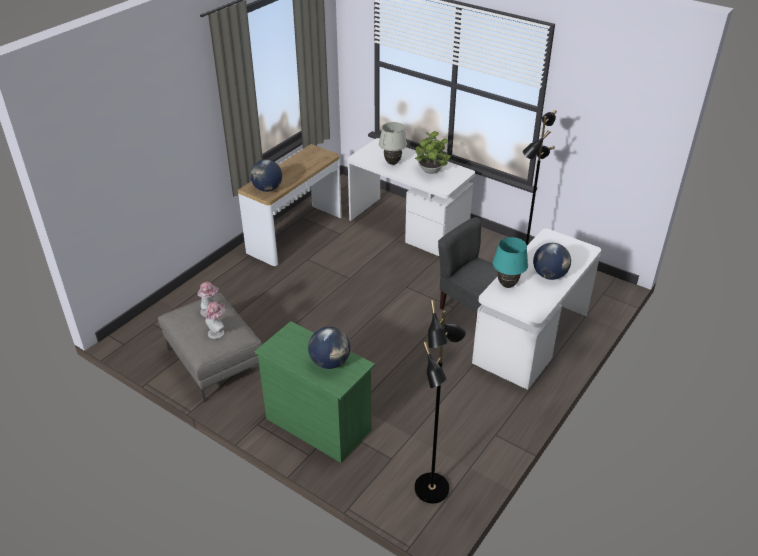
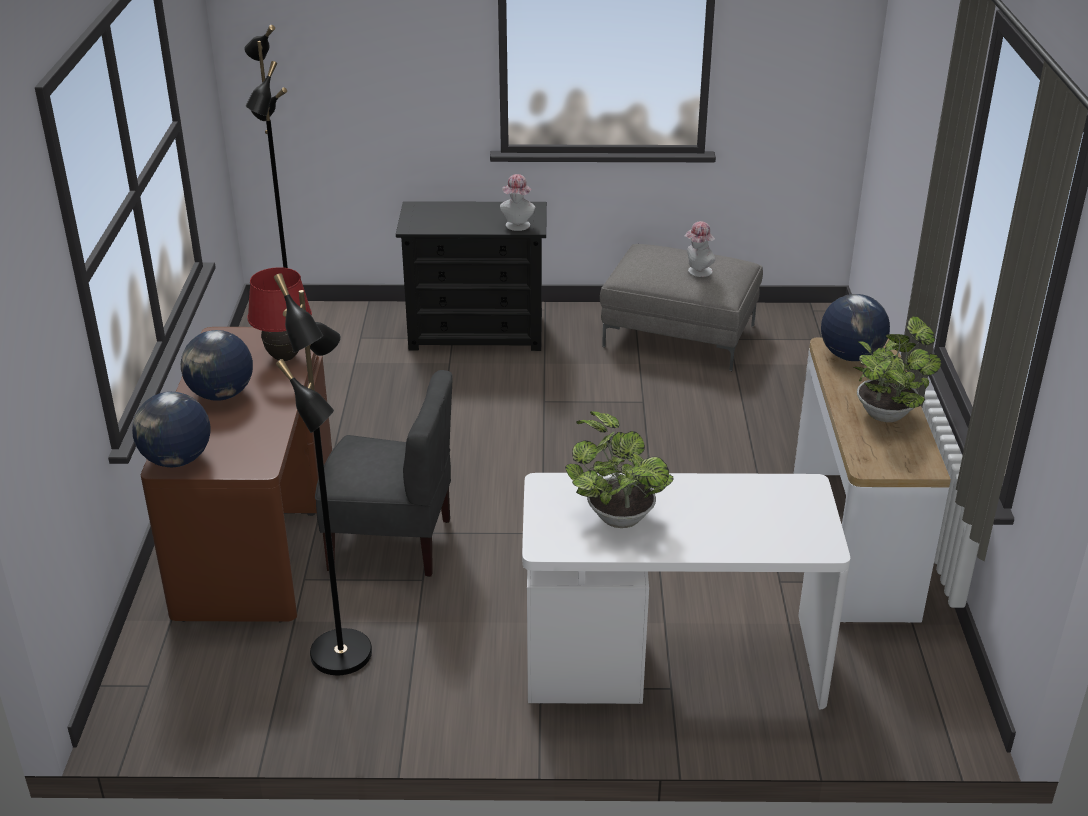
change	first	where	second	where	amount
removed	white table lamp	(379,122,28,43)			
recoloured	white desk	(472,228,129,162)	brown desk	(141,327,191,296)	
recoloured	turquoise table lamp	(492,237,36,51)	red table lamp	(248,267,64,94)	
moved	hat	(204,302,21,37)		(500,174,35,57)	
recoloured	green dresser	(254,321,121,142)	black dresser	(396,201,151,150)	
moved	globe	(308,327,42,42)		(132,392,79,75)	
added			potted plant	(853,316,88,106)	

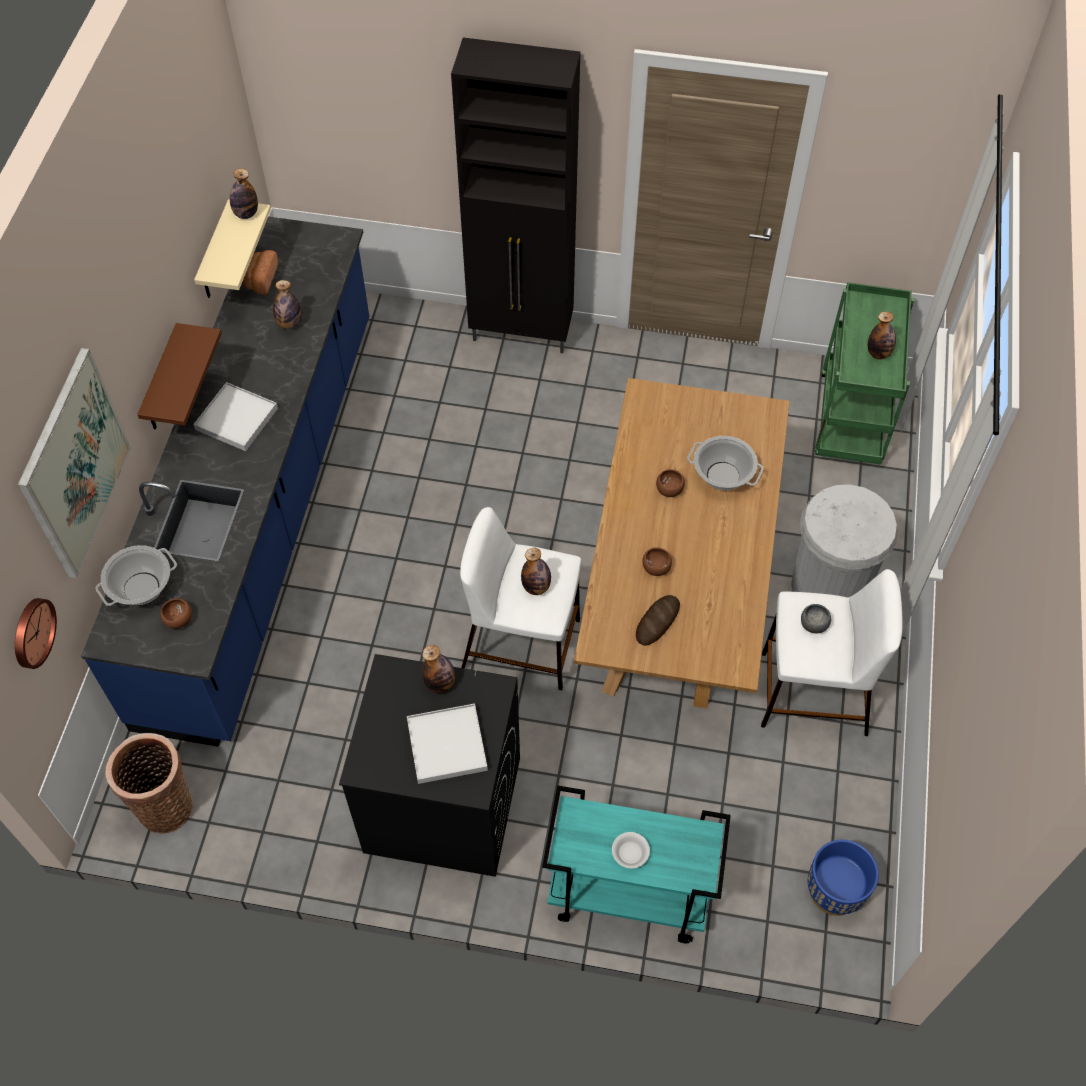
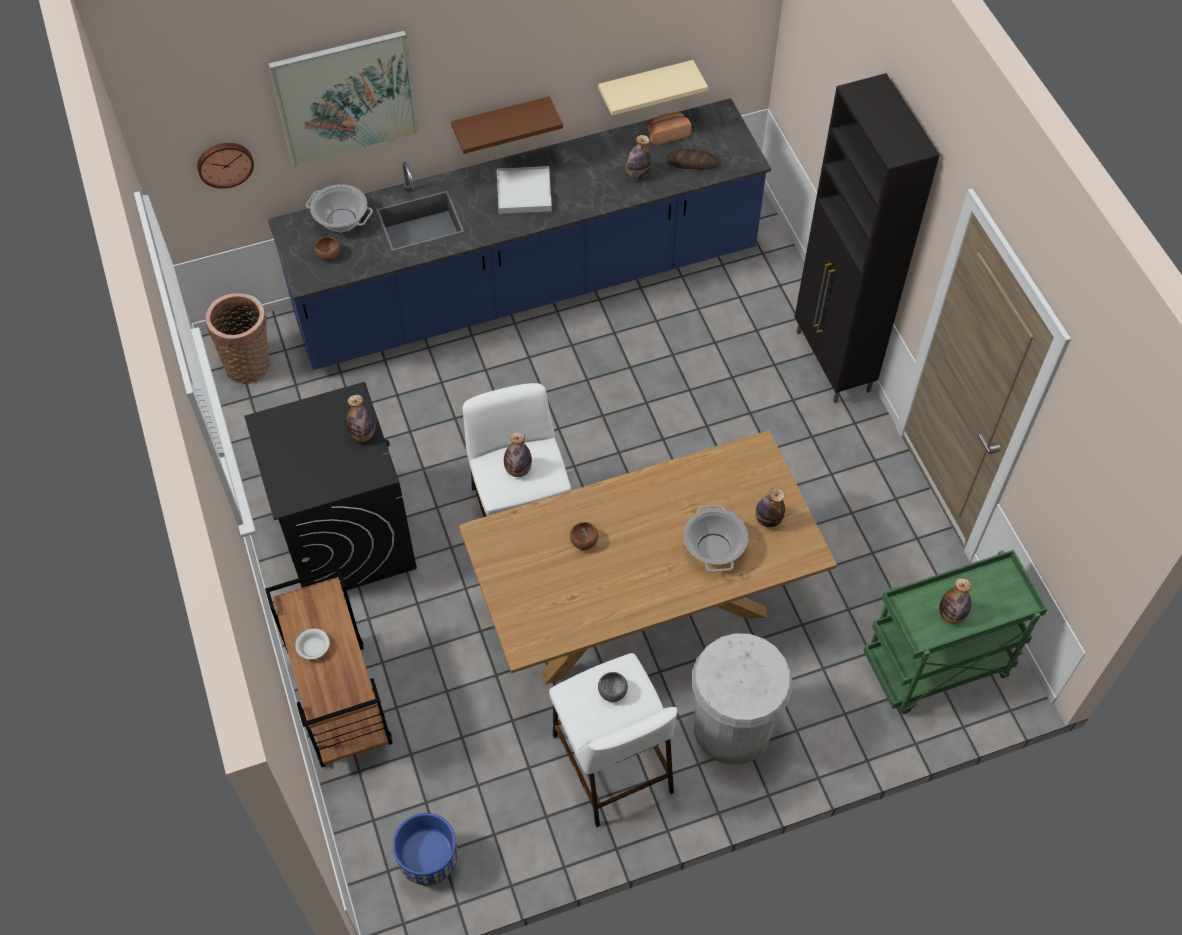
change	first	where	second	where	amount
moved	bottle	(230,168,28,51)		(756,487,29,41)	
removed	brown bowl	(656,469,29,28)			
moved	bread	(636,595,44,51)		(666,149,53,21)	
removed	white tray	(407,704,81,80)			
recoloured	turquoise cart	(542,786,189,157)	brown cart	(265,566,128,201)	

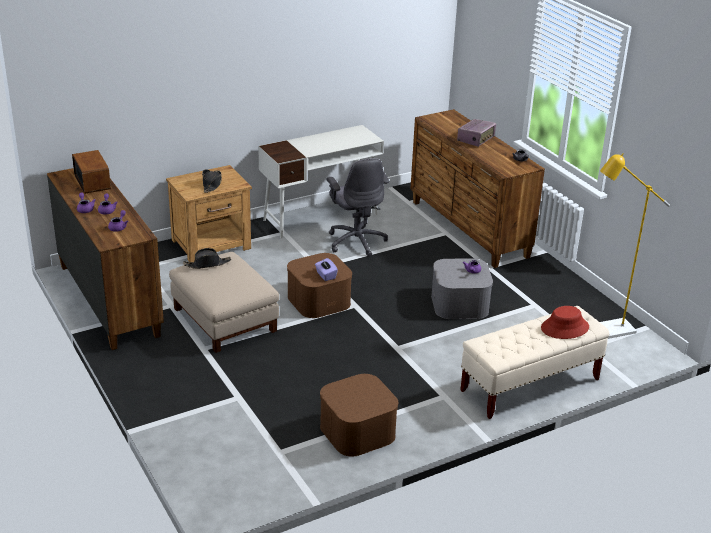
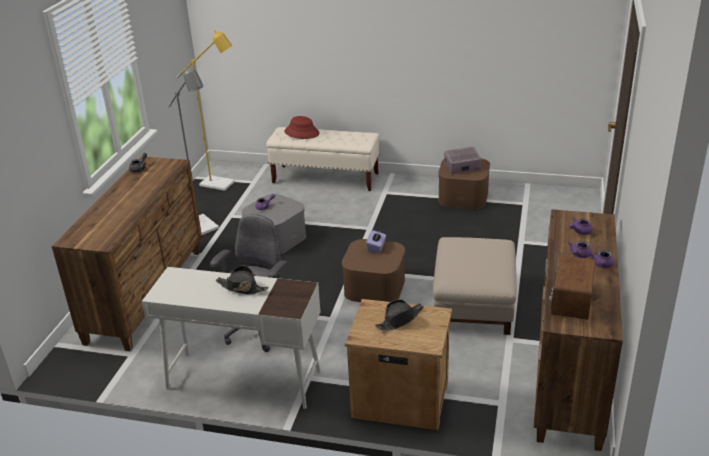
change	first	where	second	where	amount
moved	radio	(457,119,39,28)		(444,147,37,27)	
moved	black hat	(183,248,48,21)		(216,265,52,30)	
added			grey floor lamp	(168,66,51,169)	

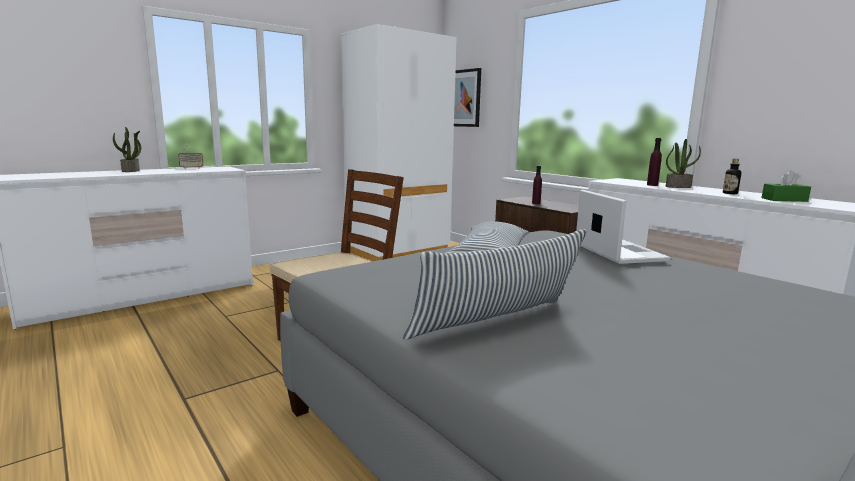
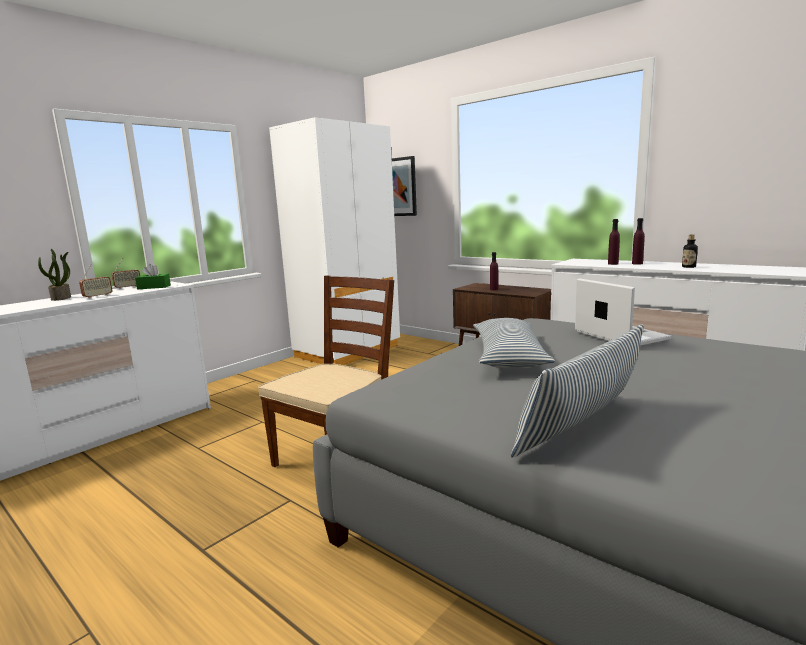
change	first	where	second	where	amount
replaced	potted plant	(666,139,35,49)	purple bottle	(632,218,13,47)	
moved	green tissue box	(762,170,49,32)		(135,264,36,25)	
added			radio	(79,264,34,35)	

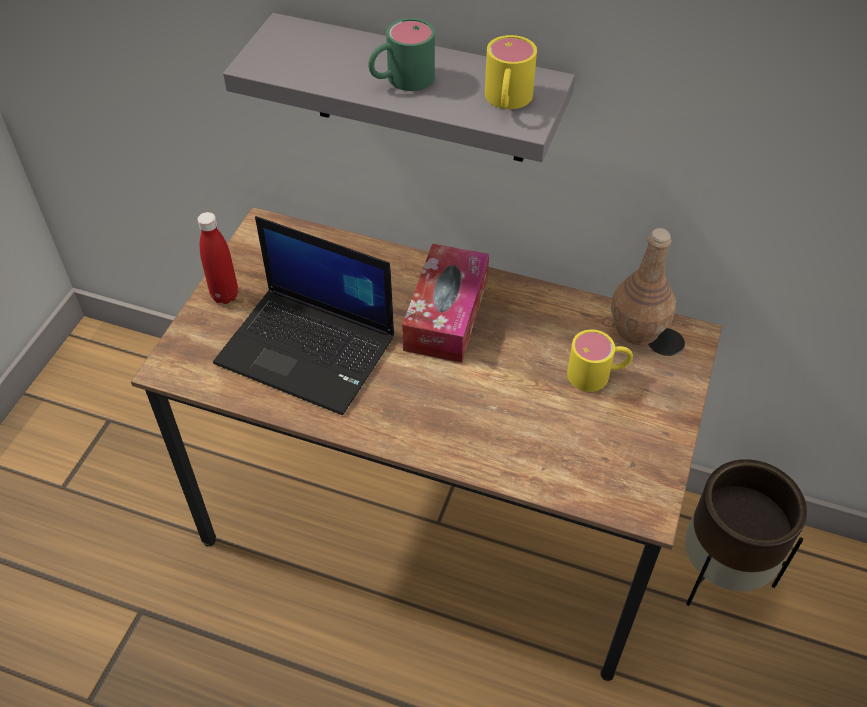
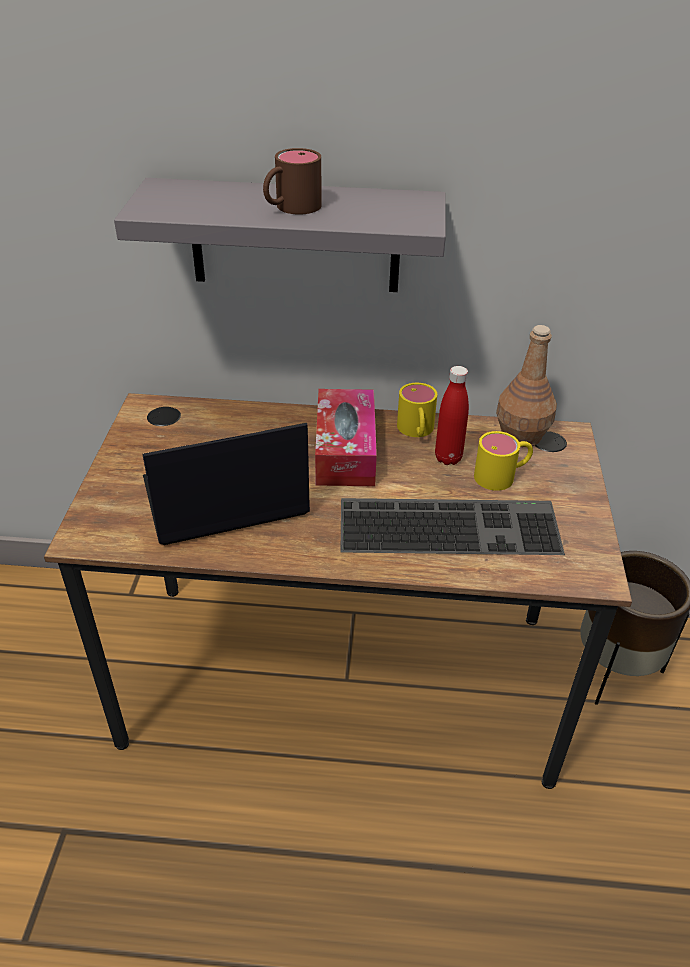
change	first	where	second	where	amount
recoloured	green mug	(368,18,67,73)	brown mug	(263,148,59,67)	
moved	yellow mug	(485,35,52,74)		(397,383,40,54)	
moved	red bottle	(197,212,41,92)		(435,366,34,99)	
turned	laptop	(213,216,181,199)		(142,423,168,122)	150 degrees clockwise
added			keyboard	(340,498,225,57)	

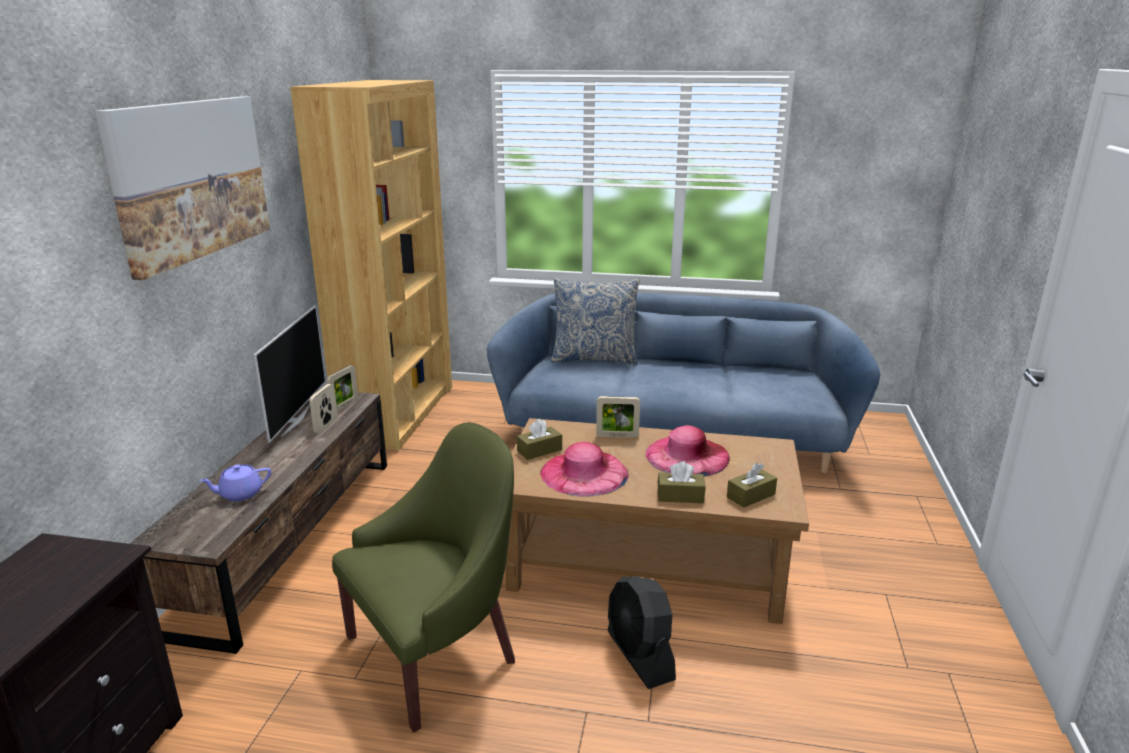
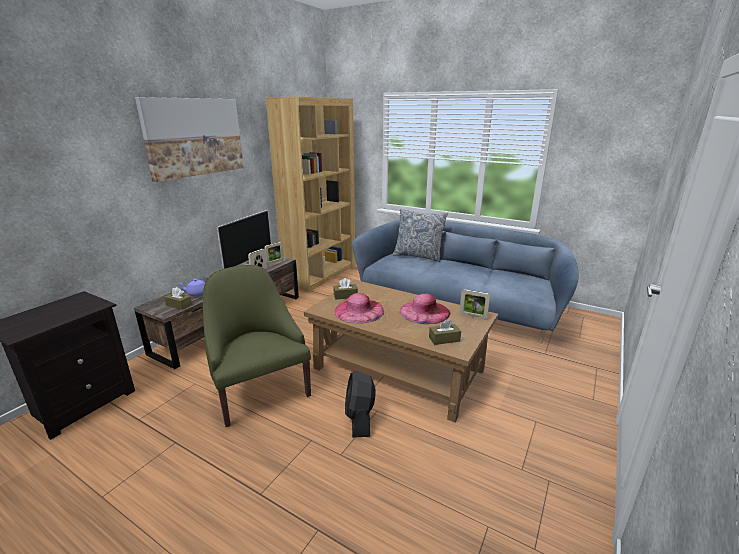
change	first	where	second	where	amount
moved	picture frame	(596,396,44,42)		(460,289,30,30)	
turned	green armchair	(332,422,183,310)		(203,265,108,162)	105 degrees counterclockwise
moved	brown tissue box	(658,461,47,42)		(164,287,28,23)	

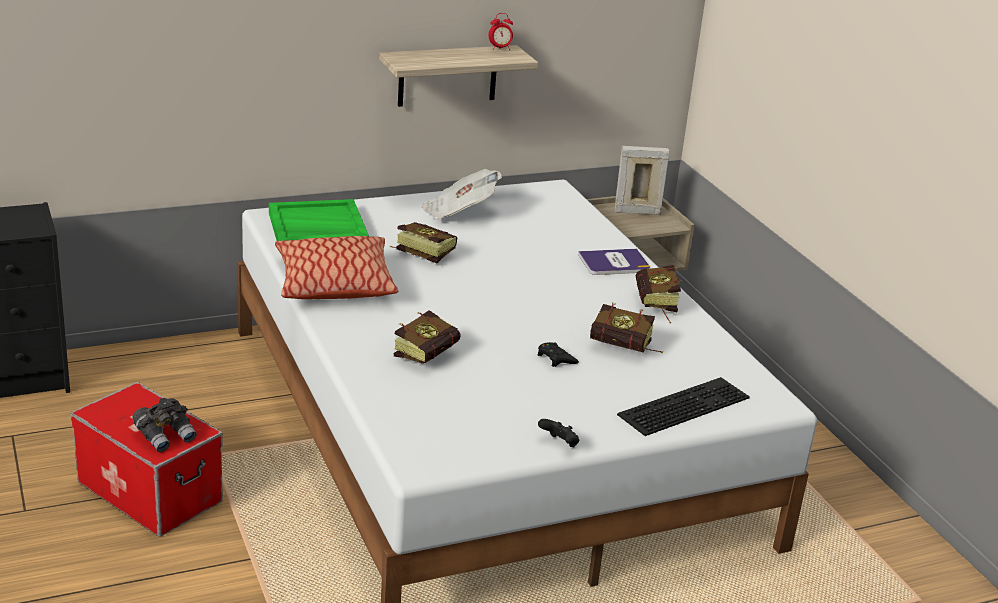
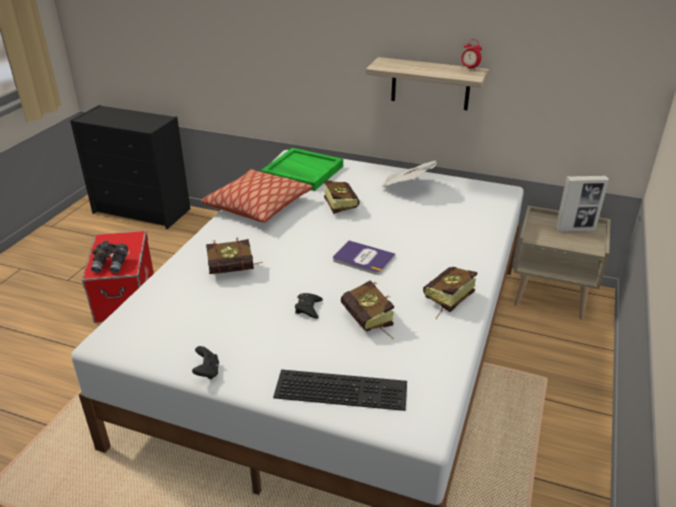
change	first	where	second	where	amount
turned	picture frame	(615,146,54,69)		(555,176,54,56)	135 degrees clockwise
moved	book	(578,249,72,26)		(333,240,63,35)	

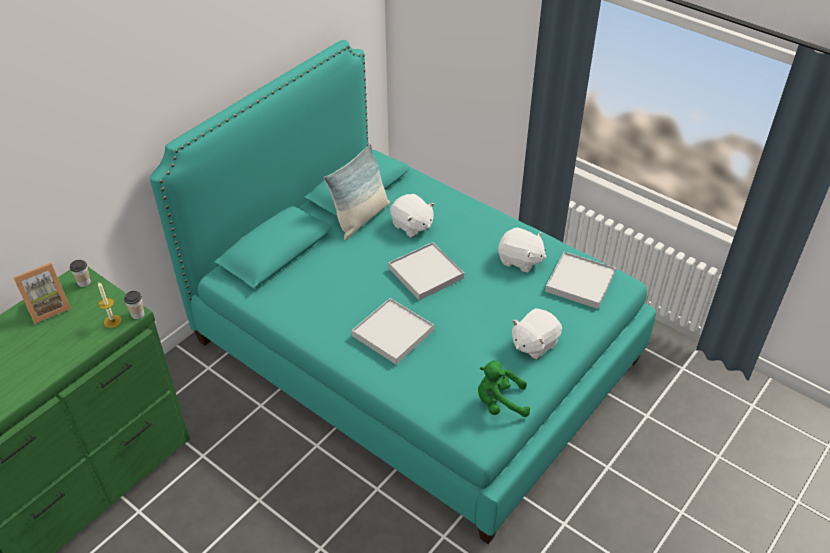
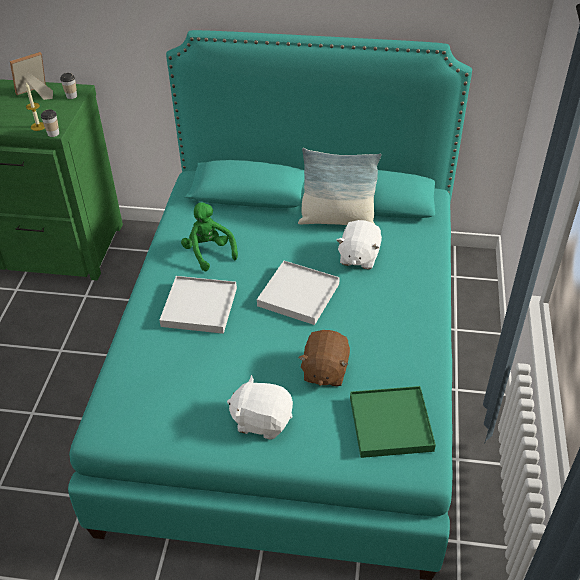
change	first	where	second	where	amount
removed	white plush toy	(498,227,49,45)			
recoloured	white tray	(545,252,71,57)	green tray	(350,386,86,72)	
turned	picture frame	(13,263,58,61)		(10,52,43,48)	120 degrees clockwise
moved	green plush toy	(478,360,52,57)		(181,202,57,69)	
added			brown plush toy	(298,330,52,57)	

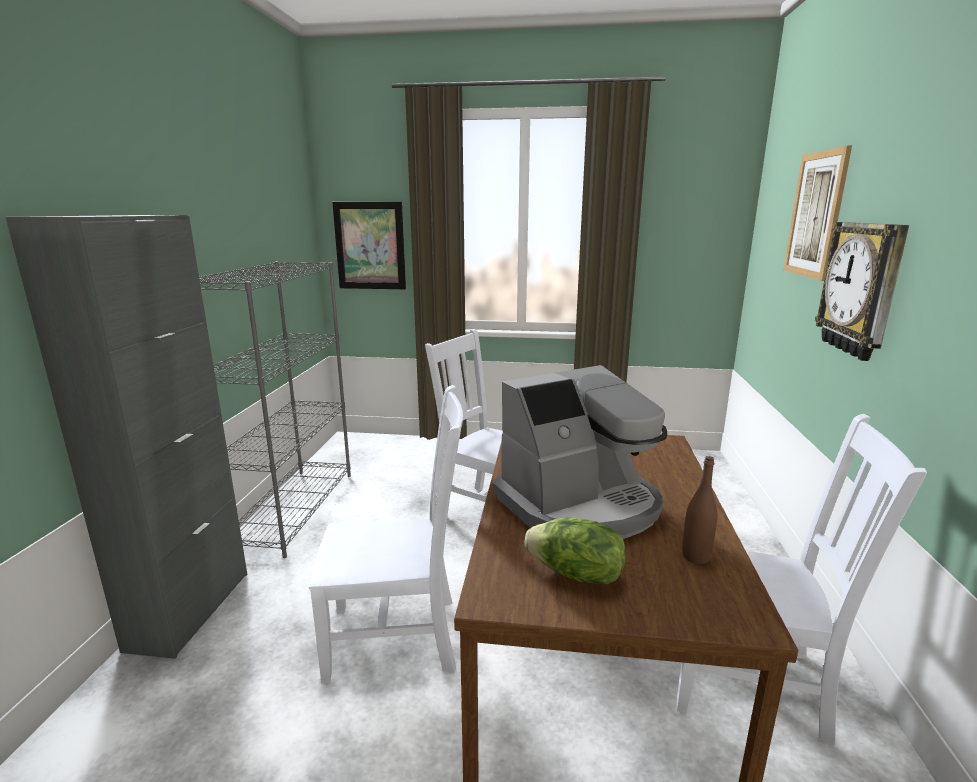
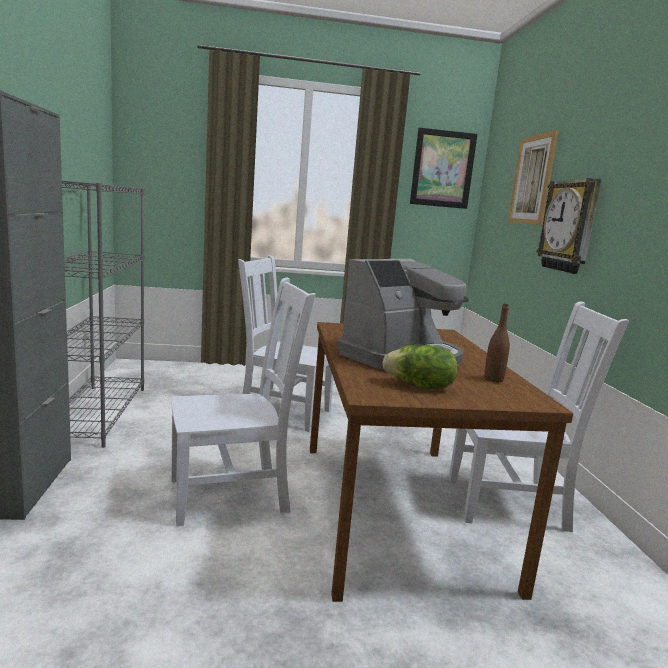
change	first	where	second	where	amount
moved	picture	(332,202,74,87)		(410,128,67,81)	

